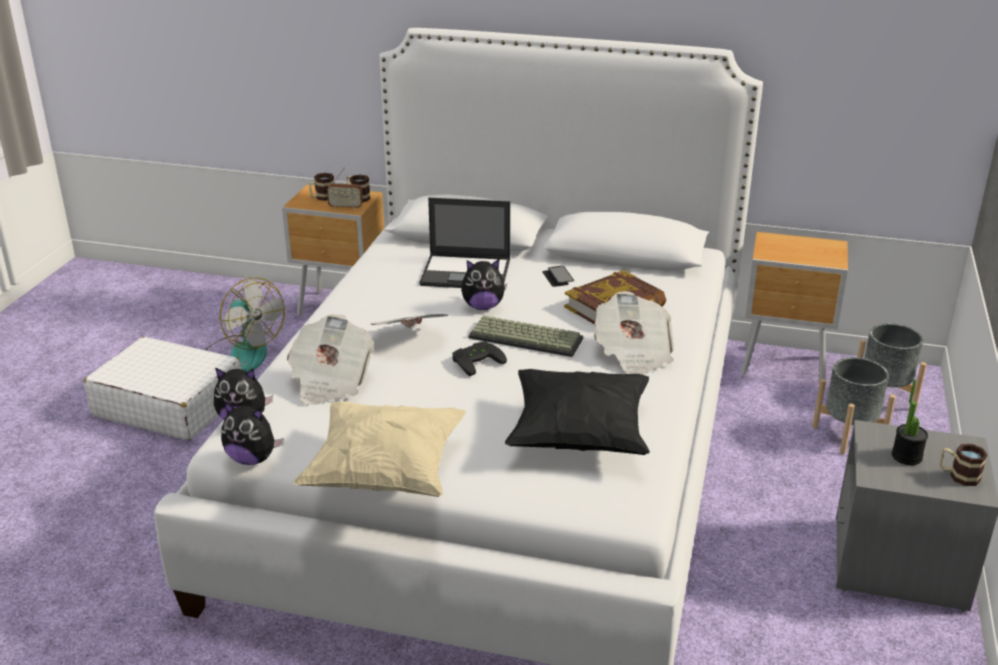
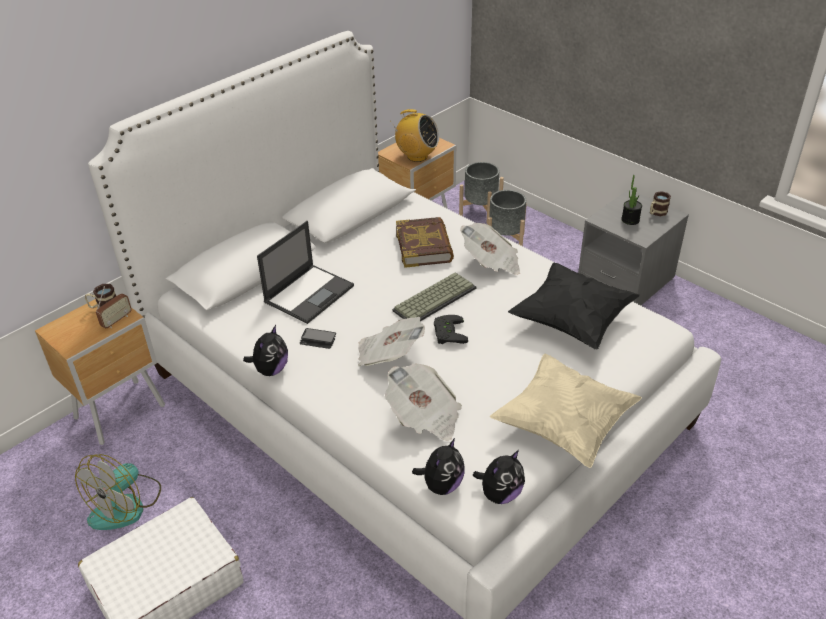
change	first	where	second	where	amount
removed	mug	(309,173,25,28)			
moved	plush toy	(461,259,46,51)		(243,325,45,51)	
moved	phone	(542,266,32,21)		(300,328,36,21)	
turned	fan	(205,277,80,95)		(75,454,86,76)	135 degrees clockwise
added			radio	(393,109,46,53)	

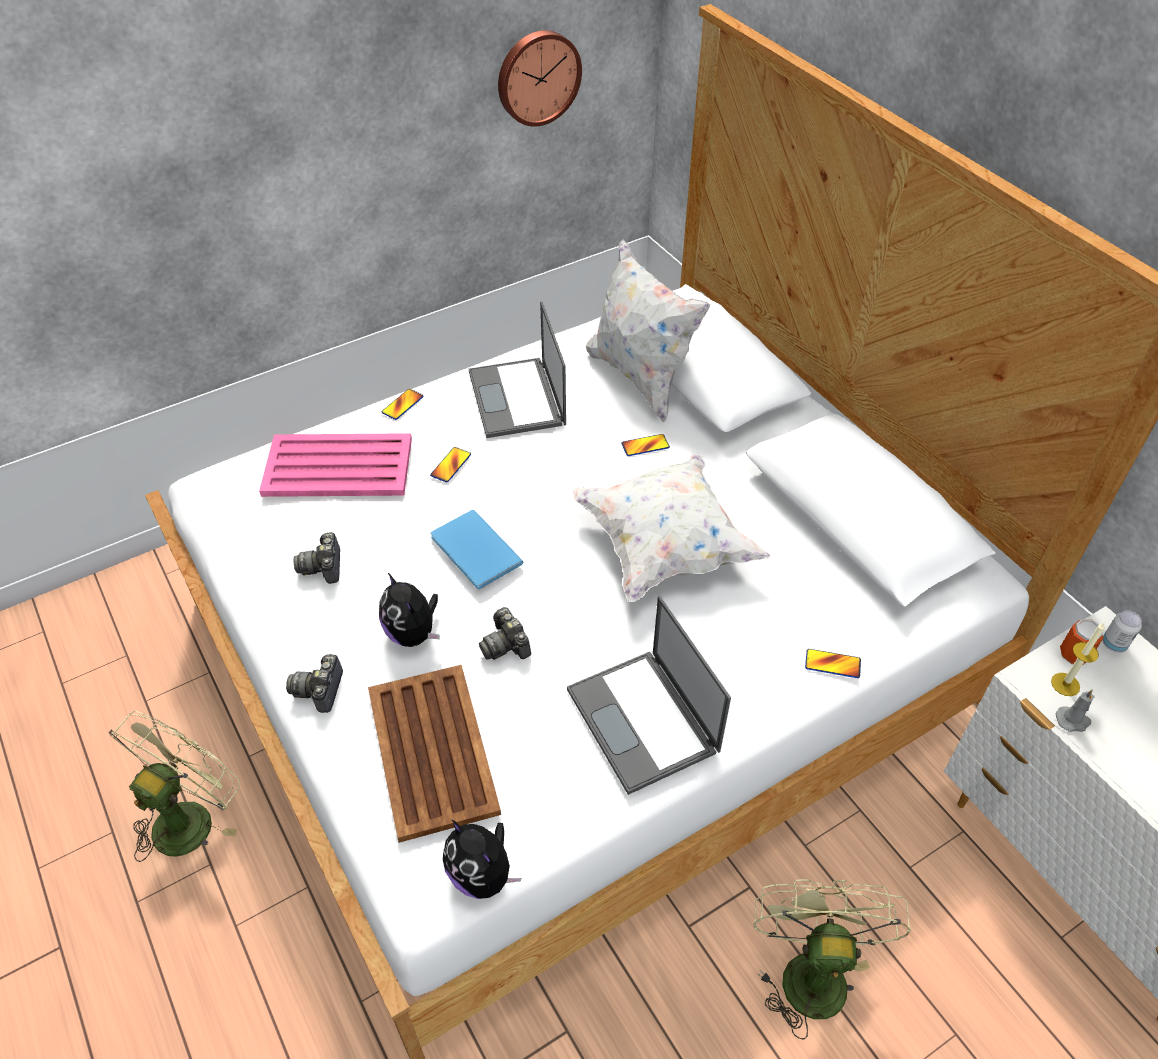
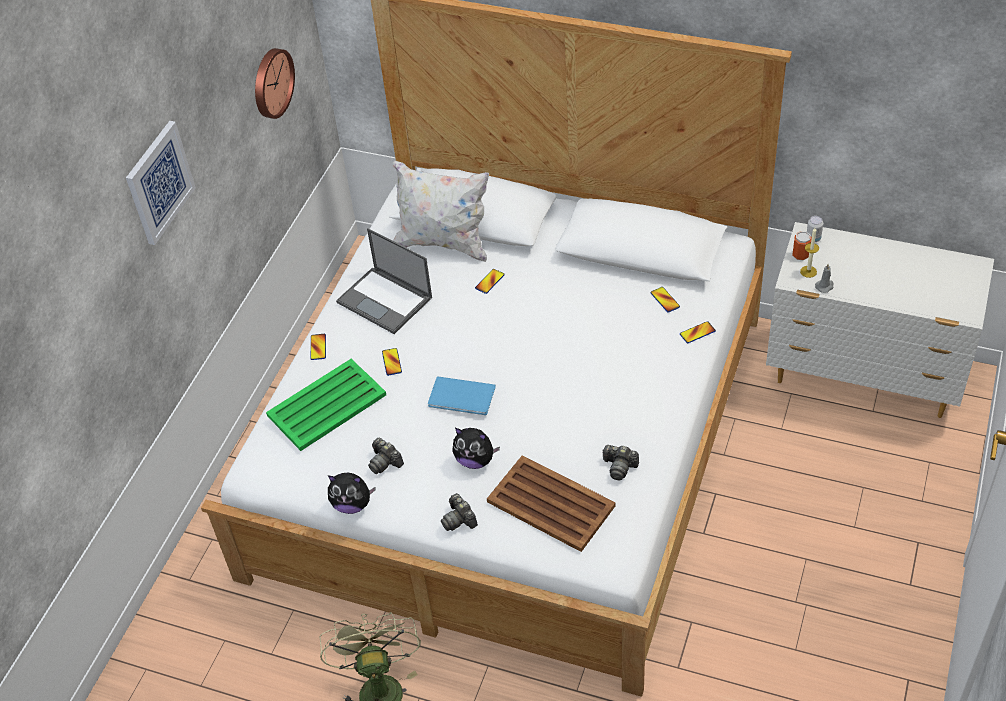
change	first	where	second	where	amount
recoloured	pink tray	(259,433,153,64)	green tray	(266,359,120,92)	
removed	white pillow	(573,454,198,148)			
removed	laptop	(567,596,164,199)			
moved	photo camera	(479,607,52,53)		(602,445,37,35)	
moved	plush toy	(443,820,78,79)		(328,473,48,41)	
removed	green fan	(754,879,157,161)			
added			picture	(126,121,70,124)	
added			phone	(650,287,30,26)	

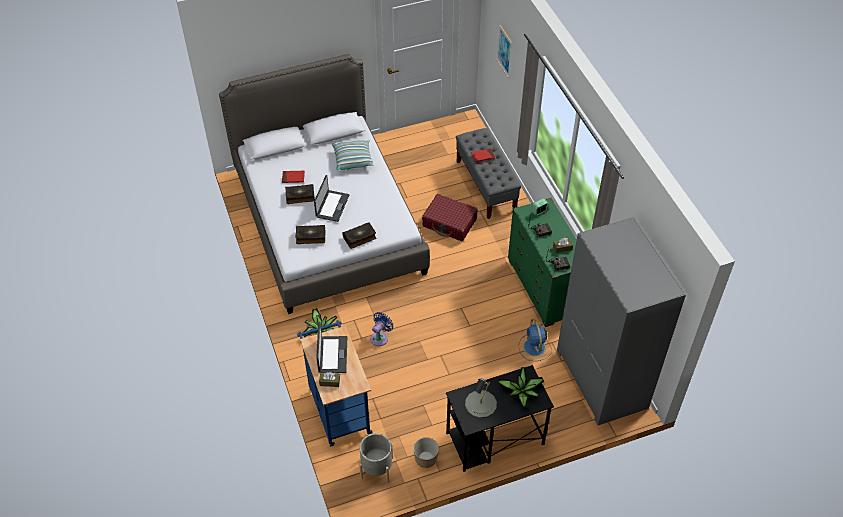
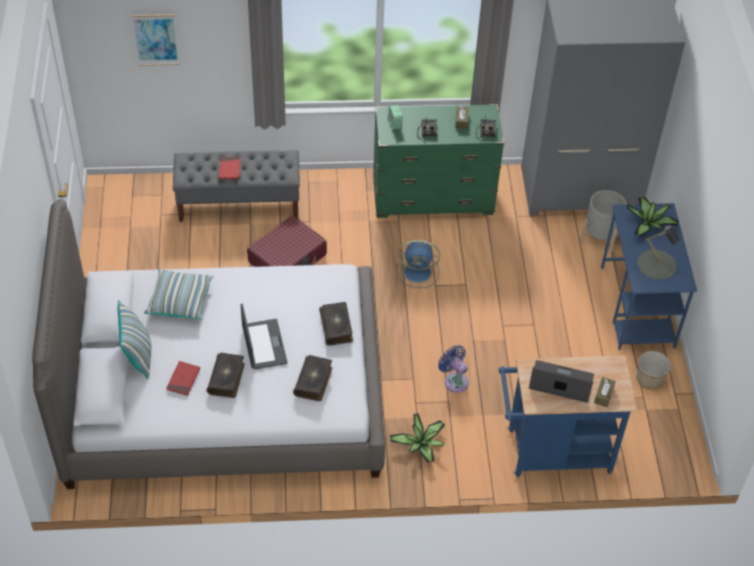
change	first	where	second	where	amount
turned	laptop	(314,175,35,47)		(241,304,46,65)	45 degrees clockwise
moved	blue fan	(519,319,33,42)		(396,240,44,48)	
recoloured	black desk	(446,365,108,107)	blue desk	(601,203,96,147)	
moved	grey planter	(359,433,34,50)		(580,190,46,63)	
added			pillow	(118,300,33,79)	

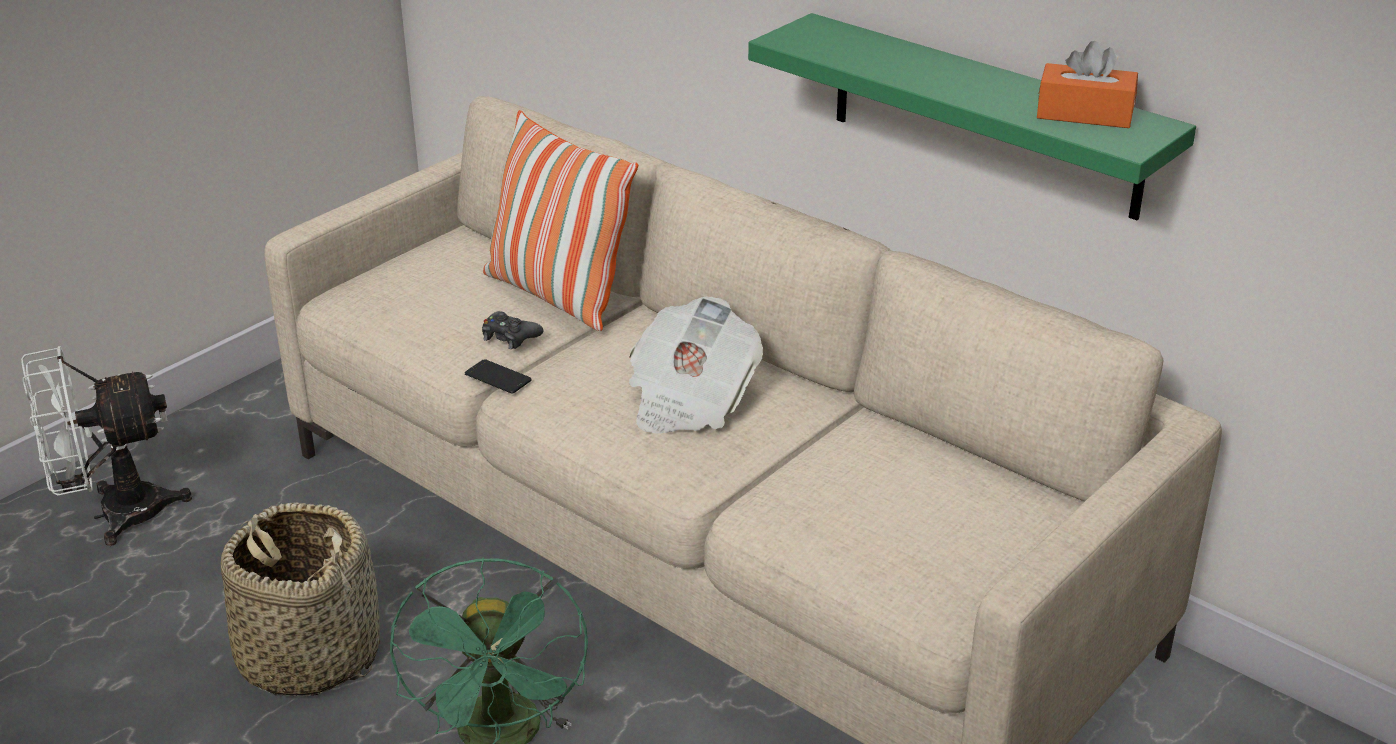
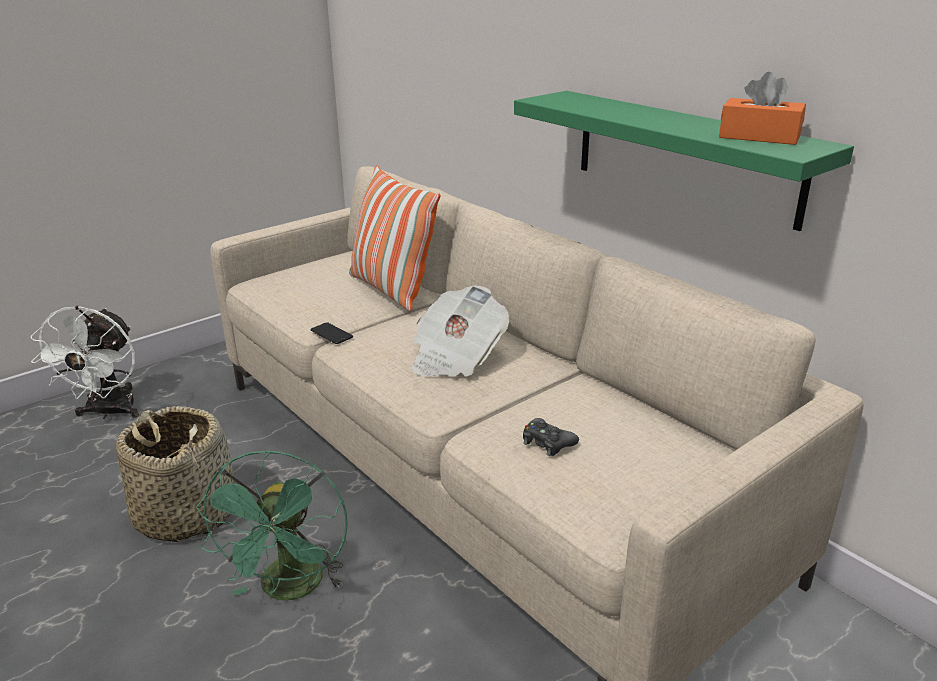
change	first	where	second	where	amount
moved	black game controller	(482,311,61,38)		(523,418,56,38)	
turned	white fan	(21,346,171,200)		(30,306,109,113)	75 degrees counterclockwise

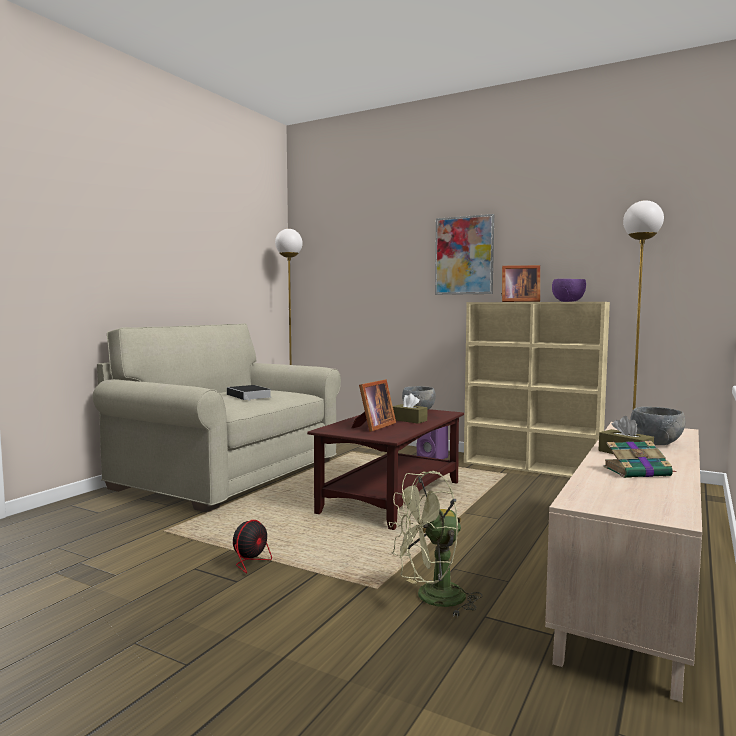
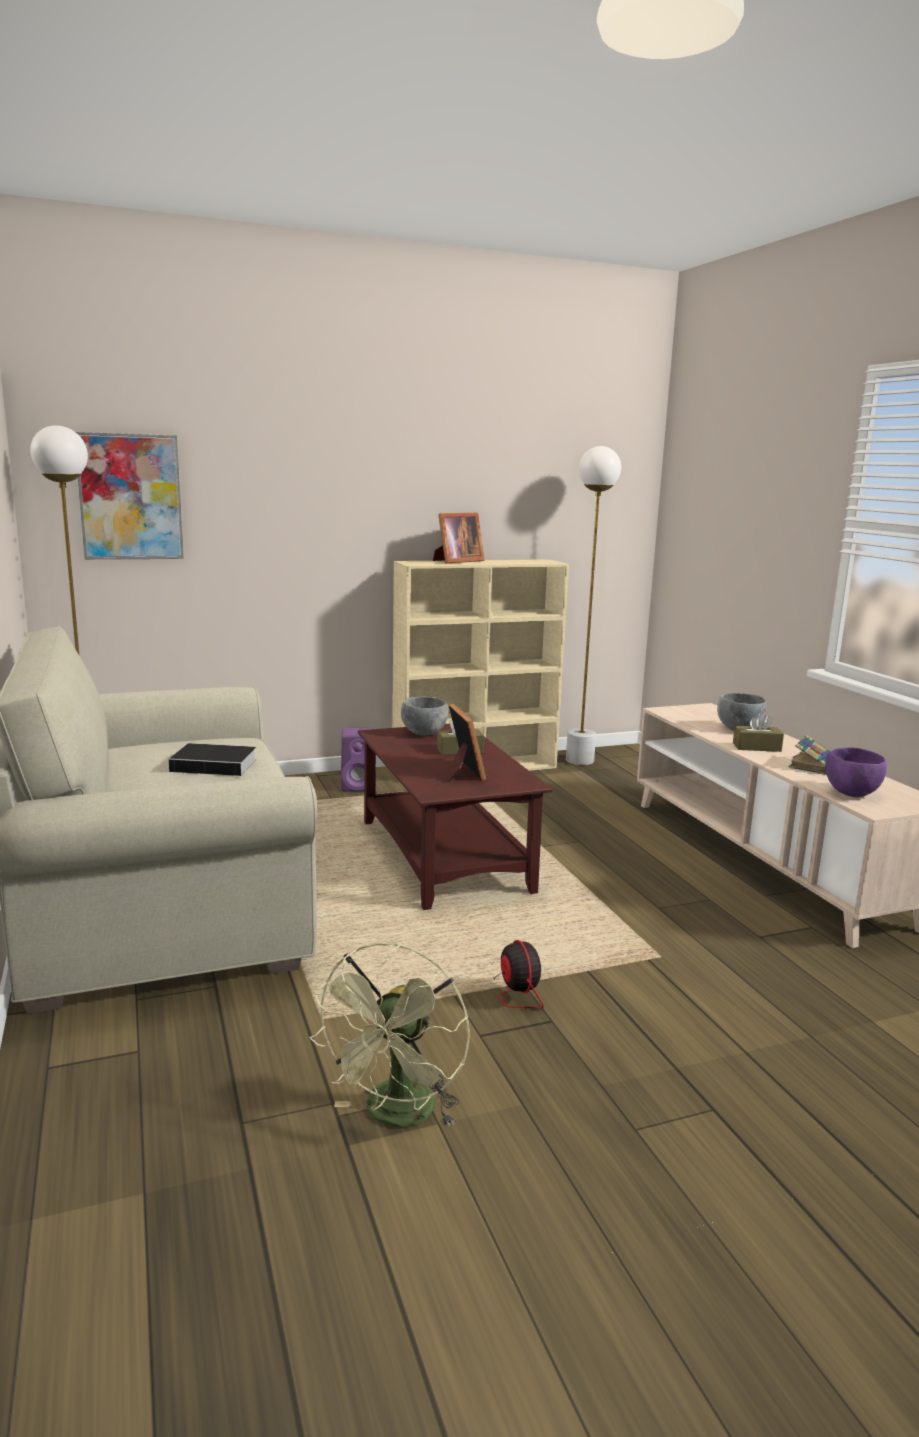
change	first	where	second	where	amount
moved	picture	(435,214,59,81)		(76,432,108,128)	
moved	purple bowl	(552,279,34,23)		(825,747,62,50)	
moved	green fan	(389,471,94,146)		(309,942,161,185)	

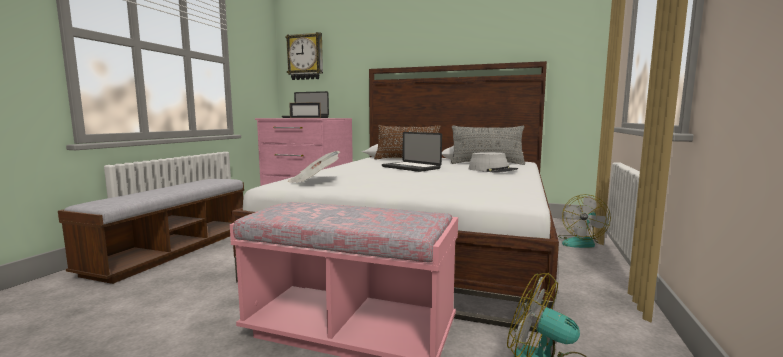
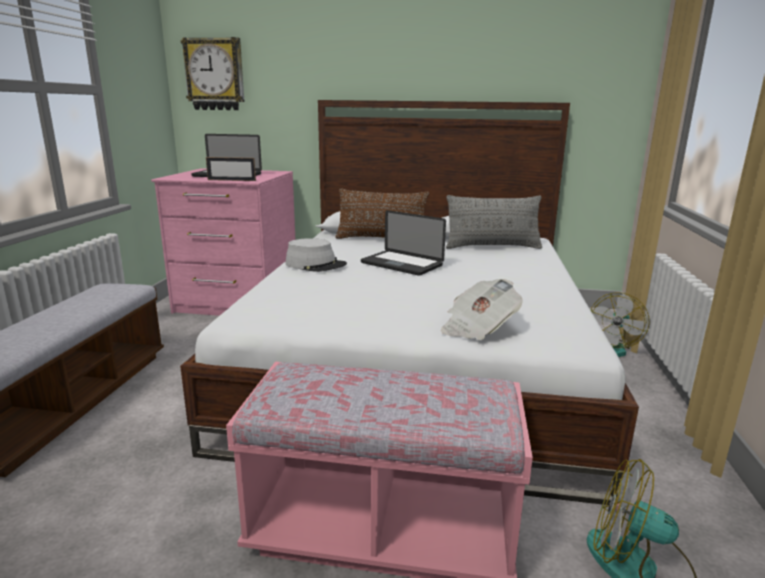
change	first	where	second	where	amount
moved	newspaper	(288,151,52,32)		(441,279,82,61)	
moved	grey hat	(469,152,49,21)		(285,238,62,34)	

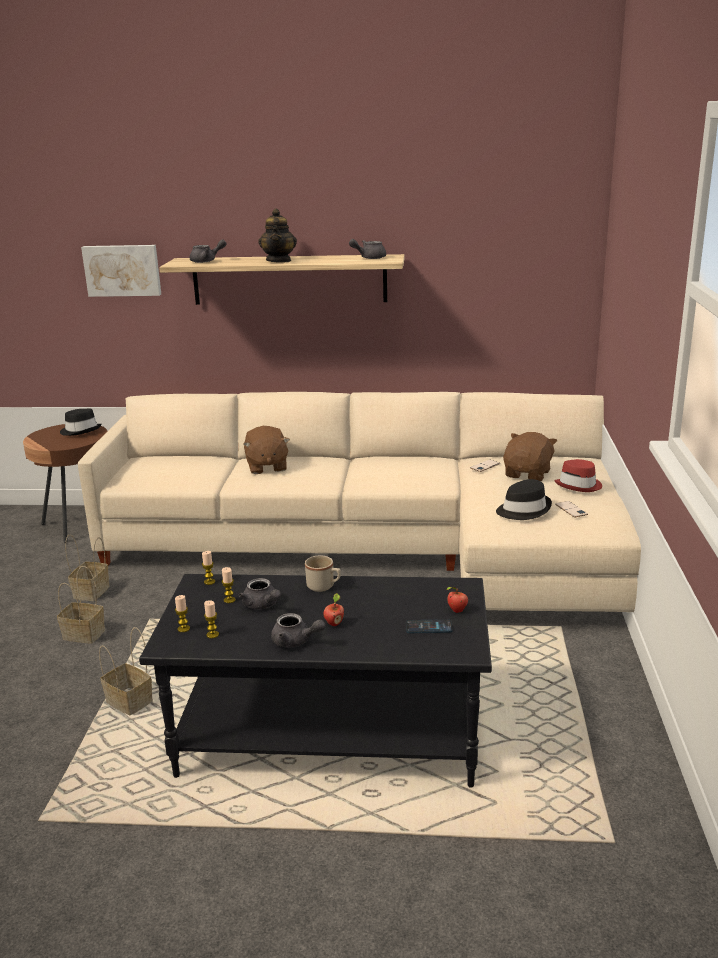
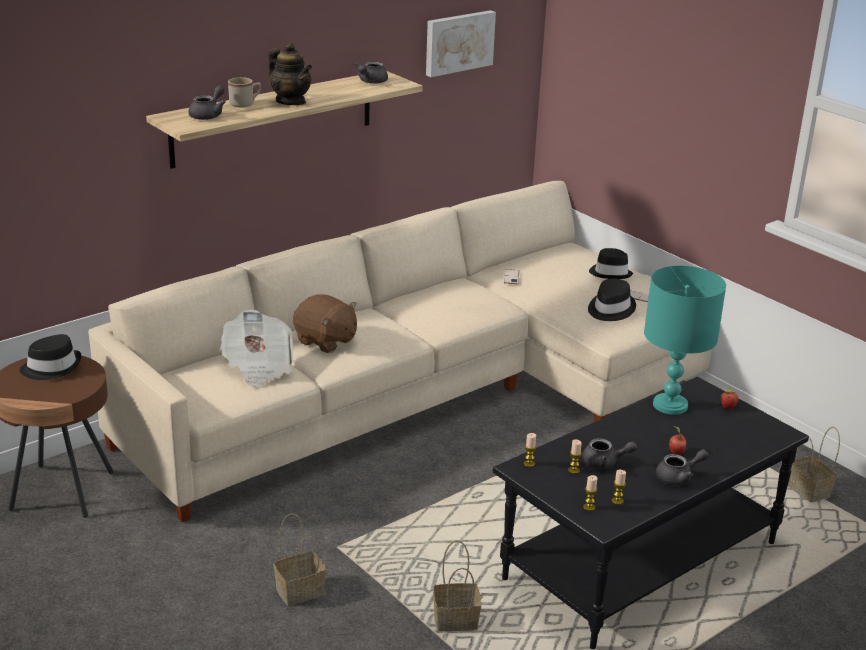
change	first	where	second	where	amount
moved	picture	(81,245,80,52)		(426,10,70,67)	
removed	brown plush toy	(503,432,54,49)			
recoloured	red hat	(554,459,48,33)	black hat	(589,248,44,31)	
moved	basket	(65,534,45,67)		(788,426,52,77)	
moved	beige mug	(305,555,36,37)		(228,77,33,30)	
removed	phone	(406,619,46,14)			
added			turquoise table lamp	(644,266,82,149)	
added			newspaper	(219,310,74,77)	

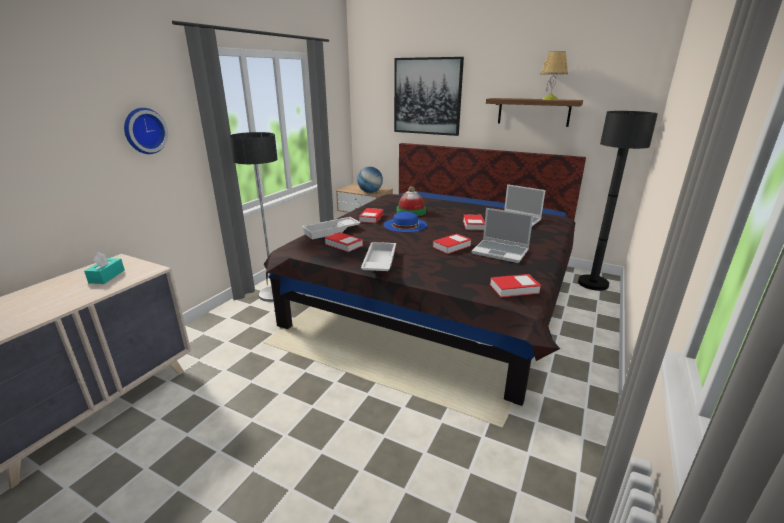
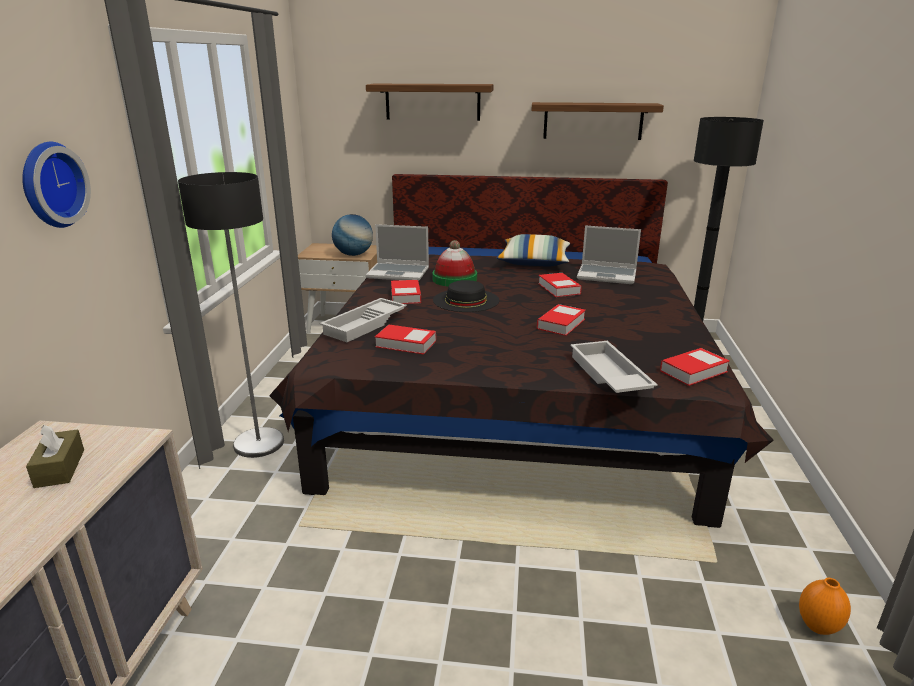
change	first	where	second	where	amount
removed	table lamp	(541,51,27,49)			
replaced	picture	(394,57,70,79)	shelf	(366,84,127,37)	
moved	laptop	(472,208,61,55)		(366,224,63,57)	
recoloured	blue hat	(384,212,43,20)	black hat	(433,280,66,32)	
moved	white tray	(361,242,35,29)		(570,341,88,52)	
recoloured	turquoise tissue box	(84,252,41,32)	brown tissue box	(26,425,58,63)	
added			pillow	(497,234,73,33)	
added			orange vase	(799,578,52,57)	

